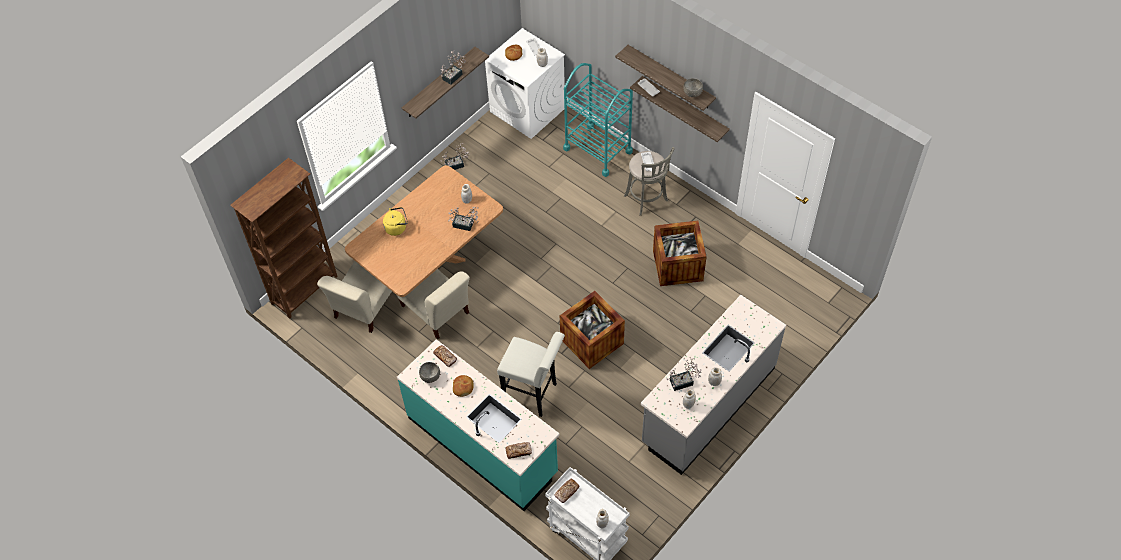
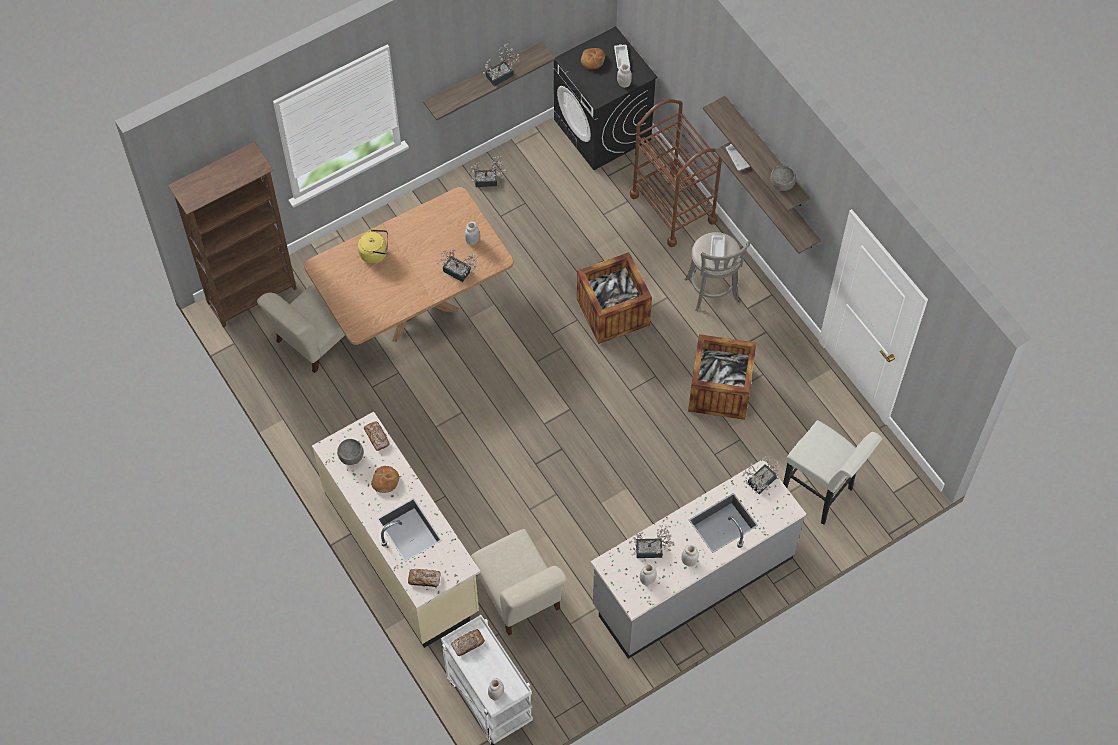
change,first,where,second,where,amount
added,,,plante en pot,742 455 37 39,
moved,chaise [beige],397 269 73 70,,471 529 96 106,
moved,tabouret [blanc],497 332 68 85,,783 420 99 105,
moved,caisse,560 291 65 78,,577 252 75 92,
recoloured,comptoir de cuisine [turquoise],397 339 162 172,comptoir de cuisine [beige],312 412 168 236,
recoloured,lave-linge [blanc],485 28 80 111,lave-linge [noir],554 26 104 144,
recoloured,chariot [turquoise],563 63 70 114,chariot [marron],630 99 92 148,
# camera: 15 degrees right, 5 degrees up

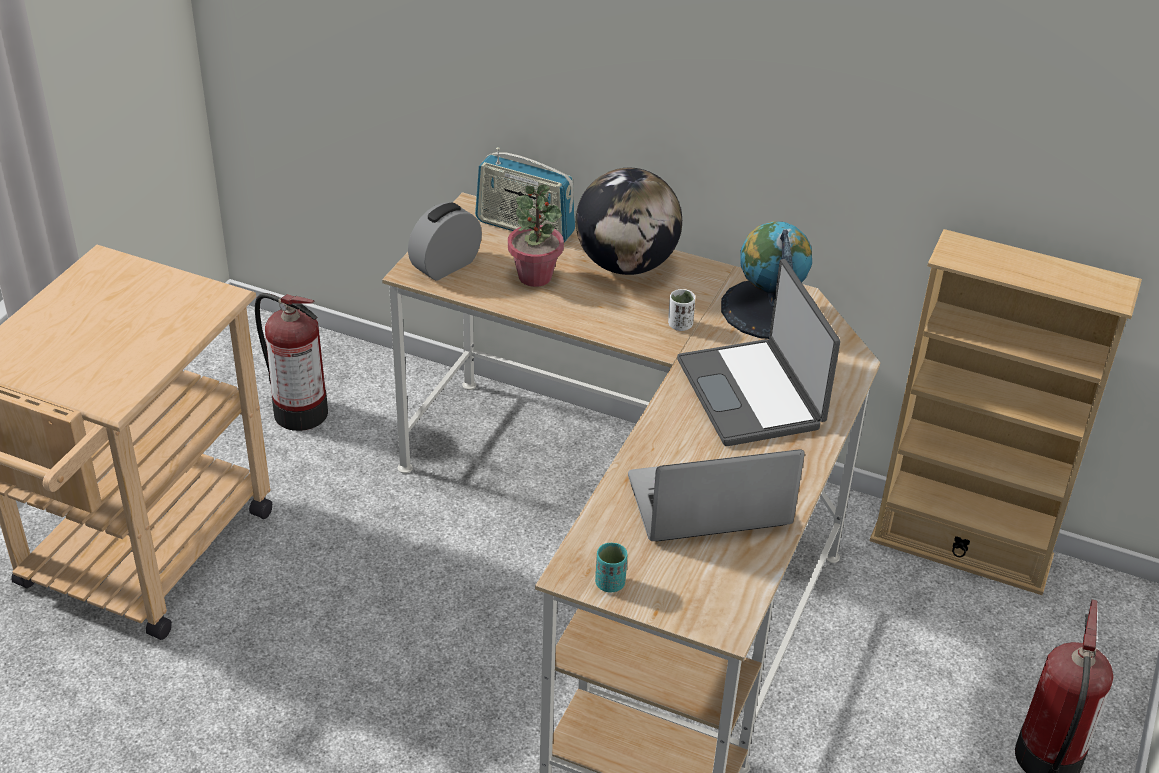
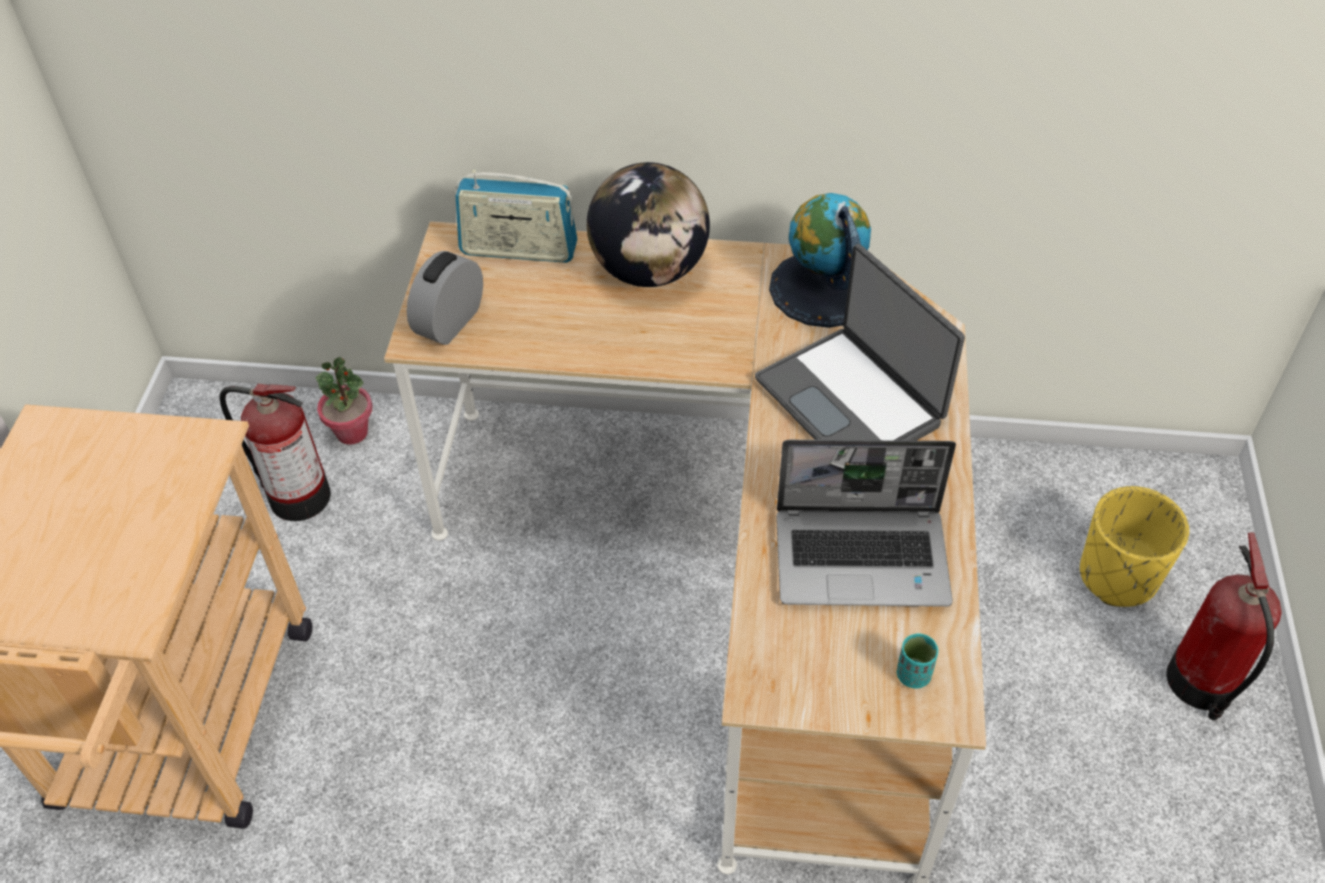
change,first,where,second,where,amount
removed,tasse [blanc],668 289 27 42,,,
removed,bibliothèque [beige],870 229 272 366,,,
added,,,cache-pot [jaune],1080 486 109 121,
moved,plante en pot,508 184 56 103,,316 357 57 88,
moved,tasse [turquoise],595 543 32 50,,897 633 41 56,
turned,ordinateur portable,628 449 177 92,,776 440 180 167,150 degrees counterclockwise
# camera: 15 degrees left, 10 degrees up

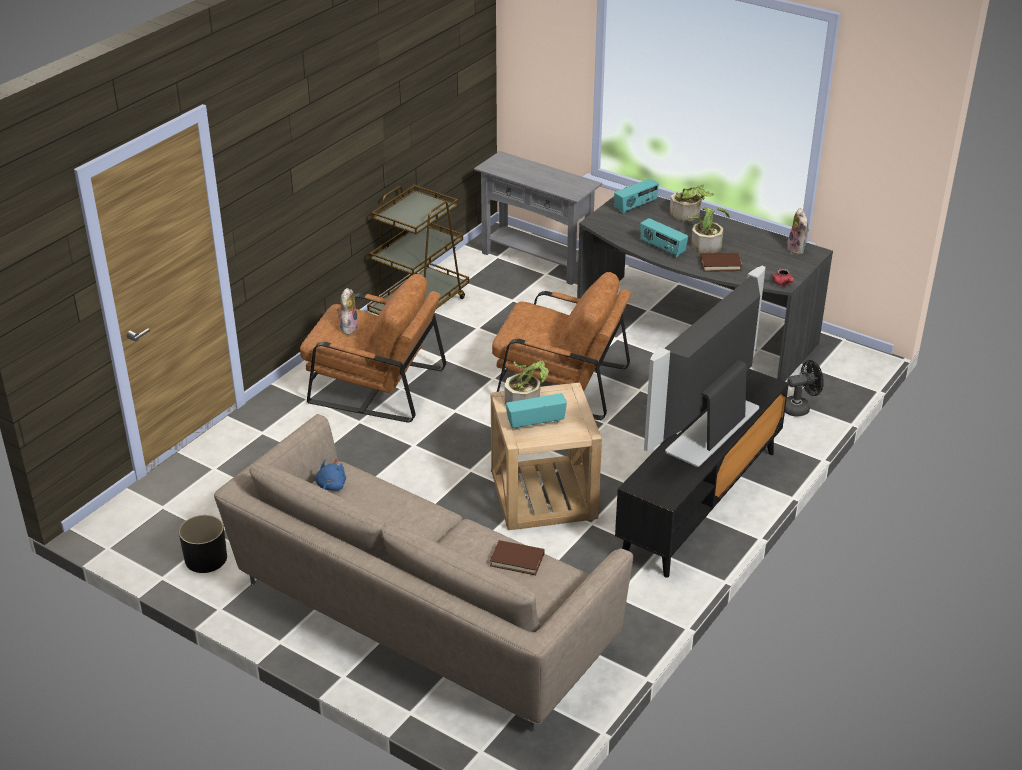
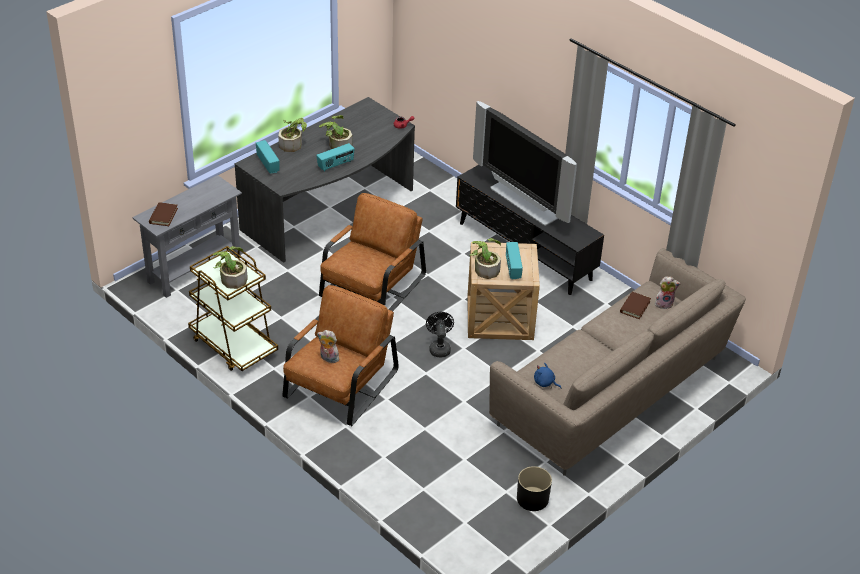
change,first,where,second,where,amount
added,,,plante en pot,213 246 35 43,
moved,livre [marron],700 253 42 19,,149 202 29 24,
moved,ventilateur [noir],785 360 39 57,,426 312 28 45,
moved,peluche,787 208 23 47,,655 276 26 33,
# camera: 80 degrees left, 5 degrees up

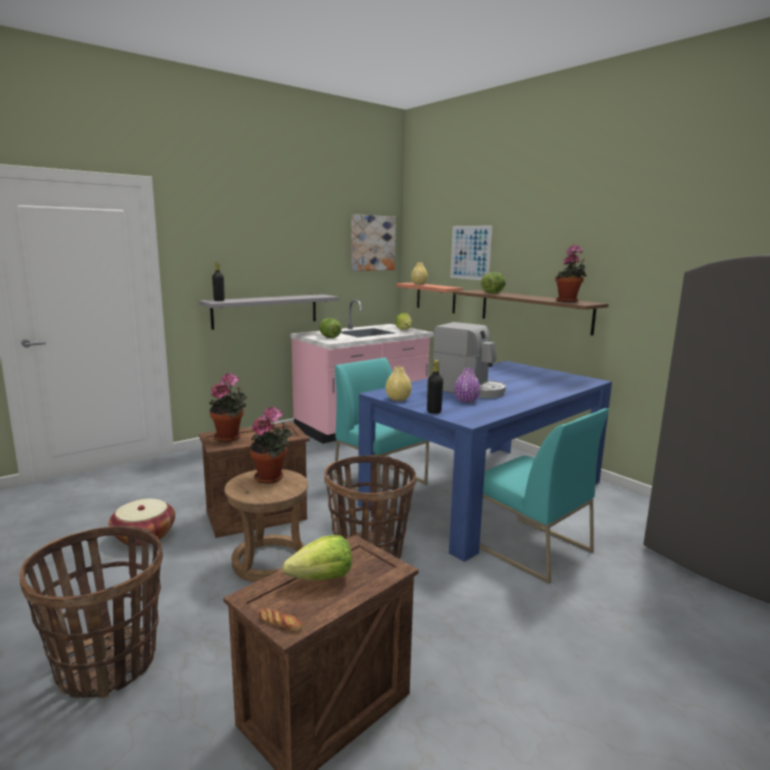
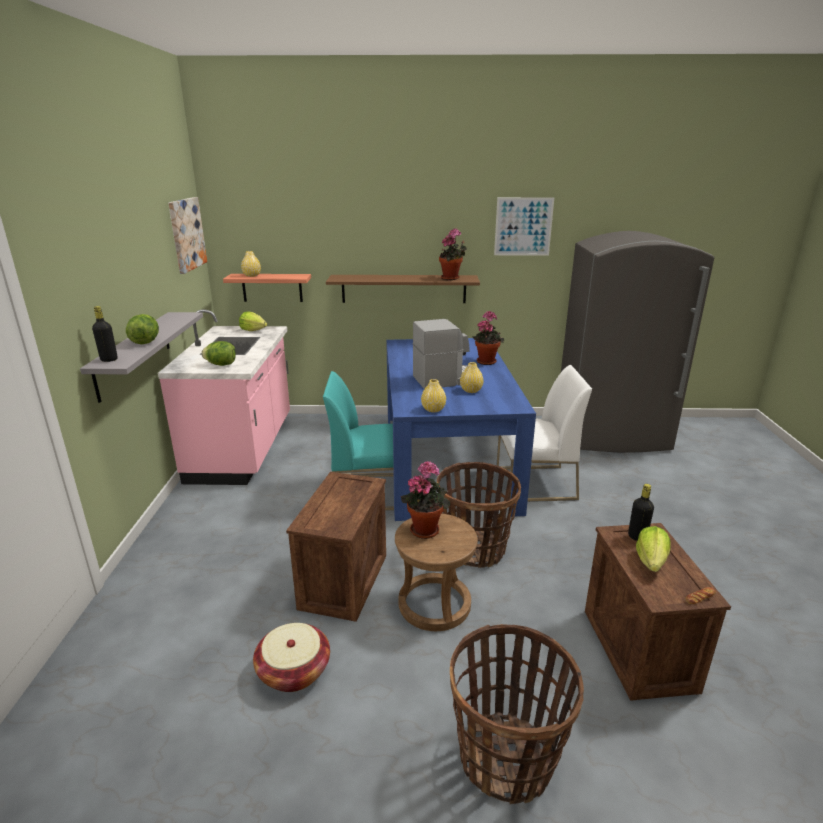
change,first,where,second,where,amount
moved,plante en pot,209 373 38 69,,472 311 32 54,
moved,bouteille [noir],427 360 16 54,,628 484 26 57,
moved,tableau,450 226 42 54,,494 197 60 59,
moved,laitue,481 272 25 22,,126 314 33 30,
recoloured,vase [violet],454 368 27 35,vase [jaune],460 362 23 31,
recoloured,chaise [turquoise],479 408 130 176,chaise [blanc],497 365 95 137,
# camera: 50 degrees left, 10 degrees up

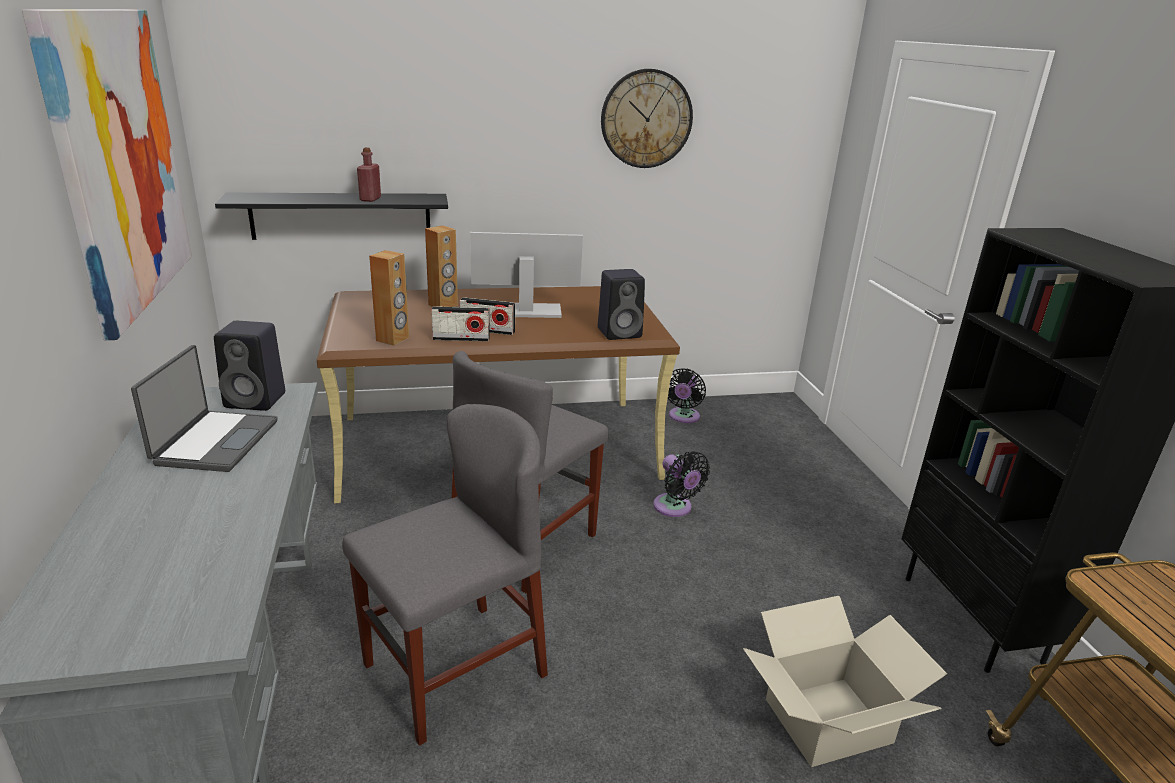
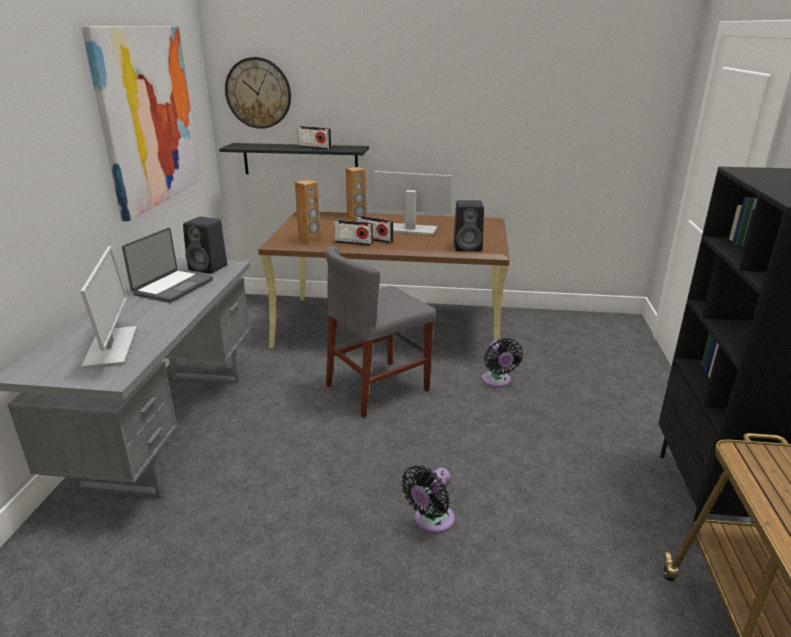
change,first,where,second,where,amount
removed,chaise [gris],342 404 206 342,,,
removed,carton,743 596 204 171,,,
added,,,écran d'ordinateur,80 246 57 123,
moved,horloge murale,601 69 92 99,,225 57 66 72,
moved,ventilateur [noir],668 368 38 55,,401 466 54 68,
replaced,bouteille [rouge],357 147 24 55,radio,297 126 35 24,
# camera: 20 degrees right, 0 degrees up

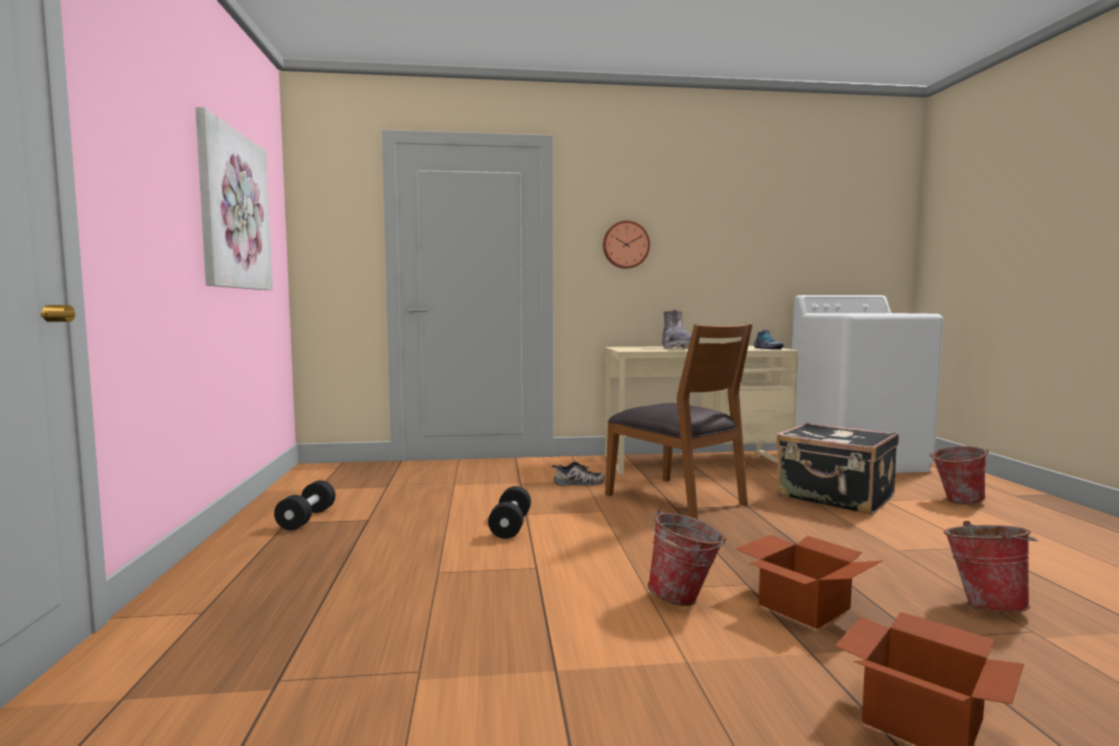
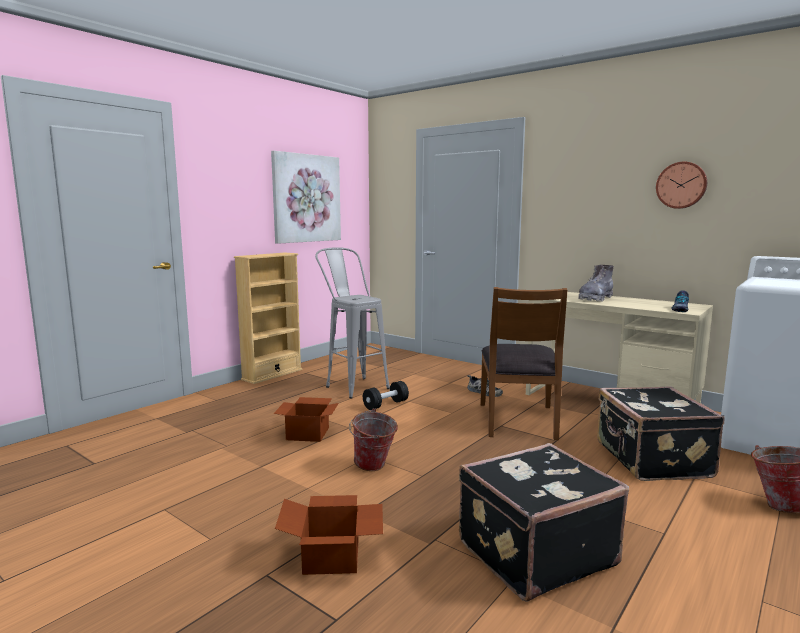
change,first,where,second,where,amount
removed,haltère [noir],274 480 62 50,,,
added,,,bibliothèque [beige],234 253 68 131,
added,,,tabouret [gris],315 247 75 151,
moved,horloge murale,603 221 47 48,,656 162 51 47,
moved,carton,735 535 148 94,,273 397 66 45,
replaced,seau,944 521 94 92,valise [noir],459 443 170 159,
# camera: 45 degrees right, 5 degrees up

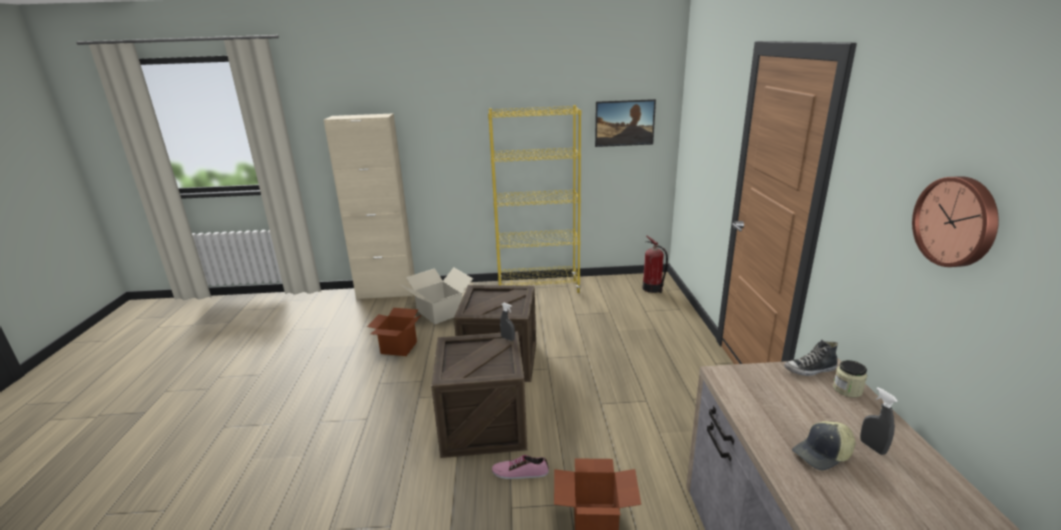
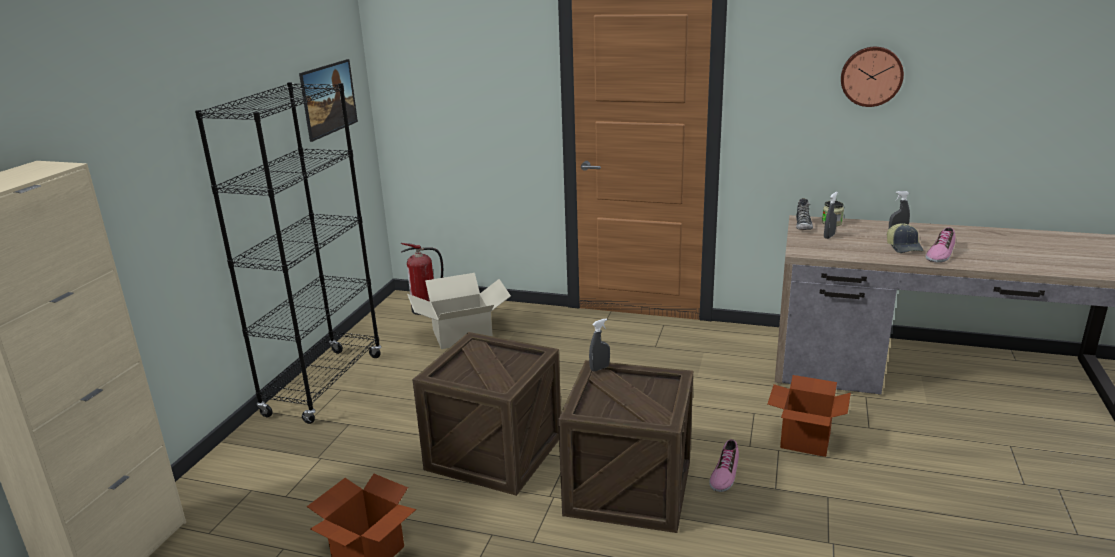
change,first,where,second,where,amount
added,,,vaporisateur [gris],824 192 14 47,
added,,,chaussure,926 227 29 36,
moved,carton,400 267 73 57,,407 273 104 76,
recoloured,bibliothèque [jaune],488 105 93 188,bibliothèque [noir],195 82 186 342,
# camera: 70 degrees left, 0 degrees up

